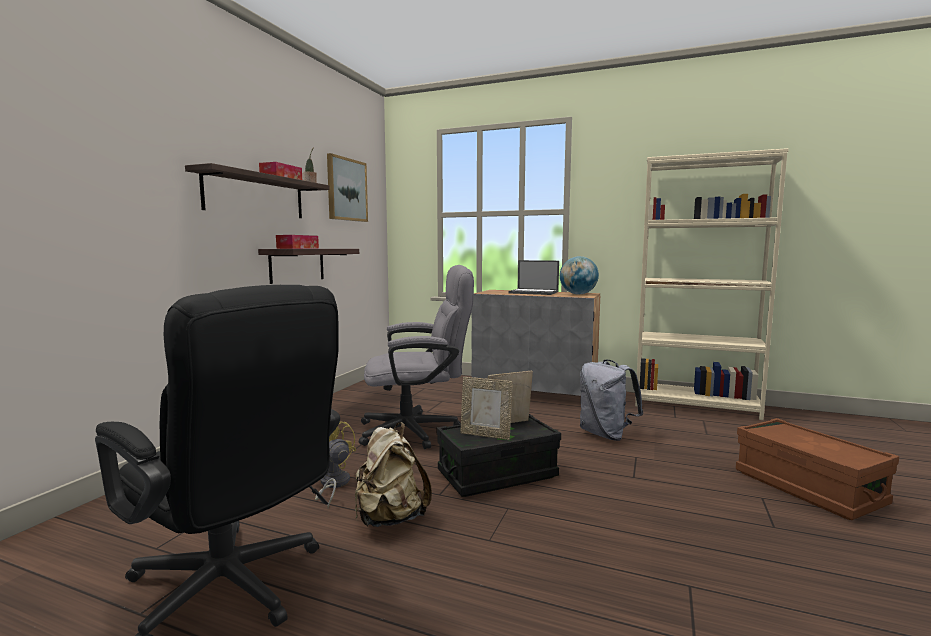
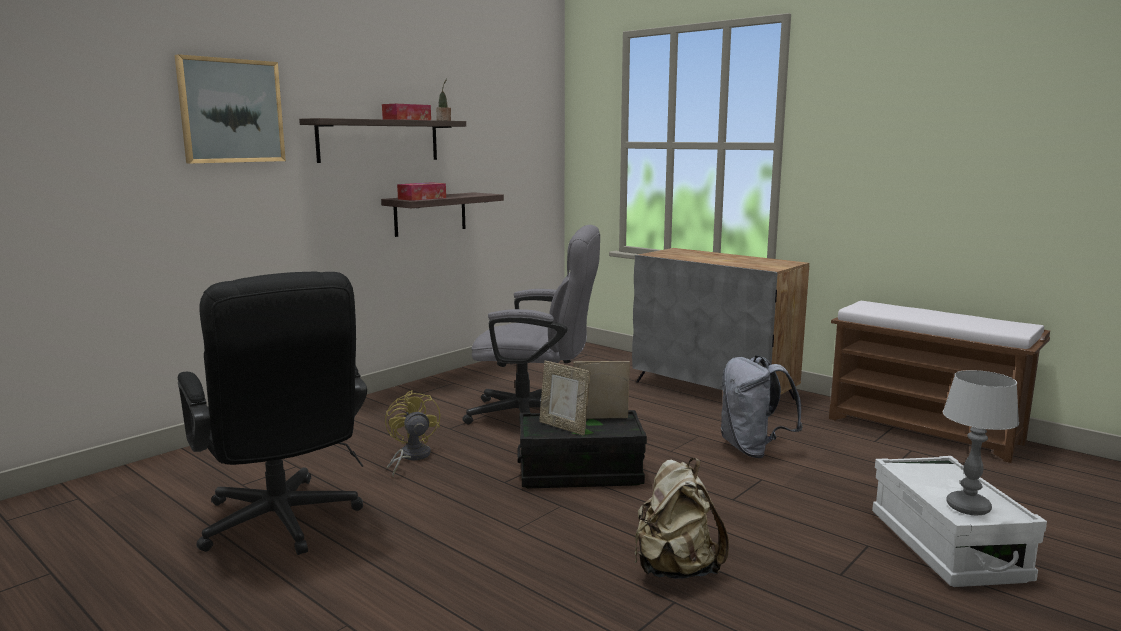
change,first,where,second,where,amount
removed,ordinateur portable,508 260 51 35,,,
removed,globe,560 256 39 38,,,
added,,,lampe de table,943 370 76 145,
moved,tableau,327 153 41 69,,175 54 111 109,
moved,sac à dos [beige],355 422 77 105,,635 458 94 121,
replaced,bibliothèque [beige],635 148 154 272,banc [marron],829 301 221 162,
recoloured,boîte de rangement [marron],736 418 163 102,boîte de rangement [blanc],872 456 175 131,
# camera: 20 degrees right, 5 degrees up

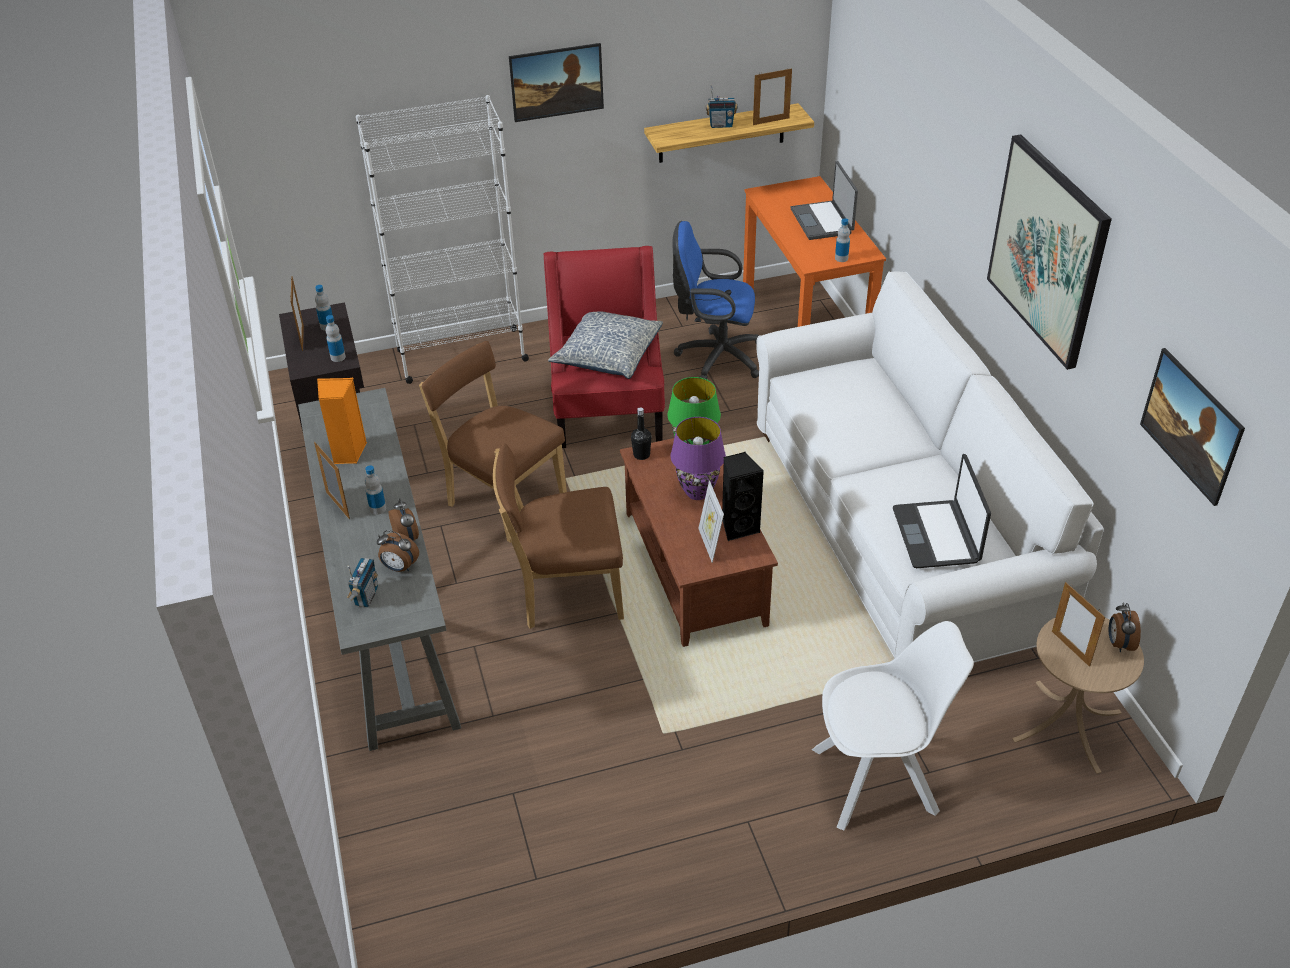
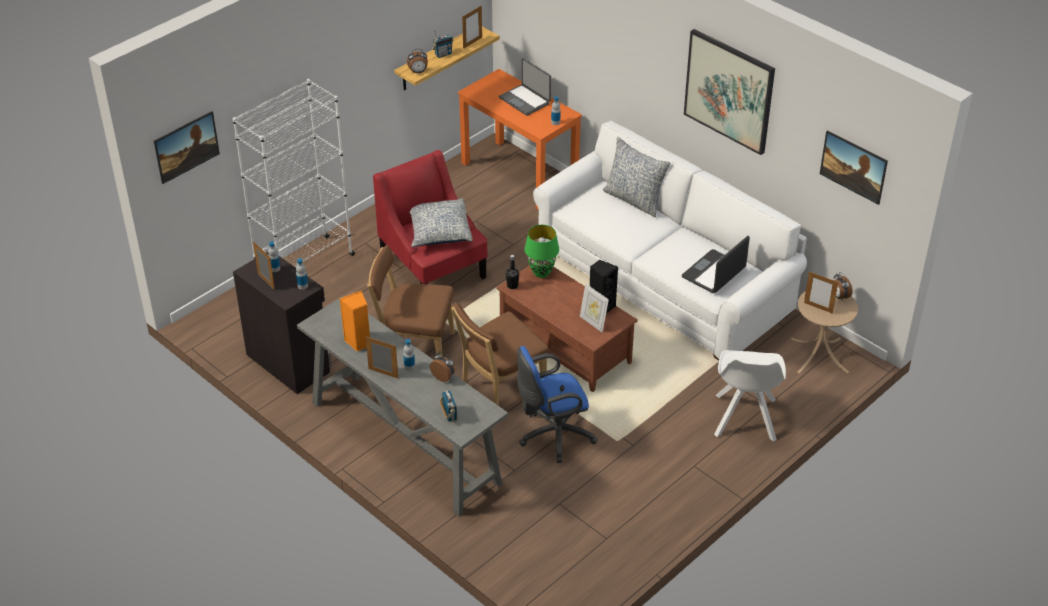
change,first,where,second,where,amount
removed,lampe de table [violet],670 417 56 83,,,
added,,,coussin,603 137 68 80,
moved,réveil,377 530 42 42,,407 49 21 24,
moved,tableau,509 43 95 79,,154 111 66 73,
moved,chaise de bureau [bleu],673 221 86 158,,517 346 81 117,
turned,chaise [blanc],812 621 162 210,,714 350 72 92,135 degrees clockwise
turned,ordinateur portable,893 454 98 114,,682 236 68 57,75 degrees clockwise
# camera: 30 degrees left, 0 degrees up

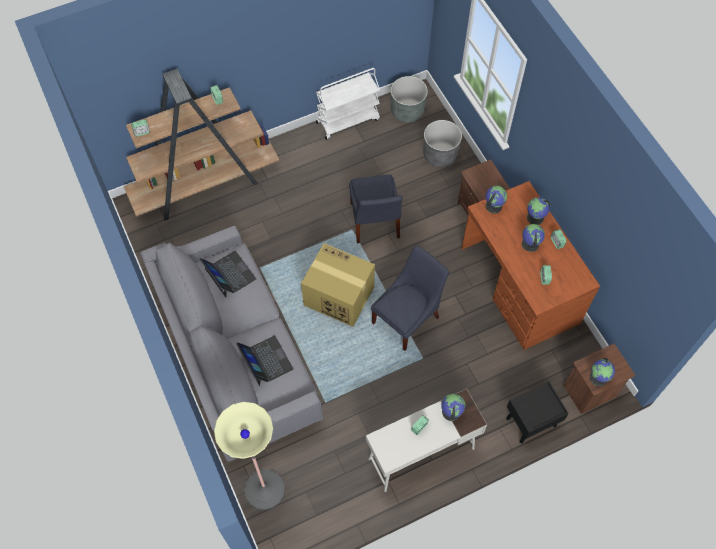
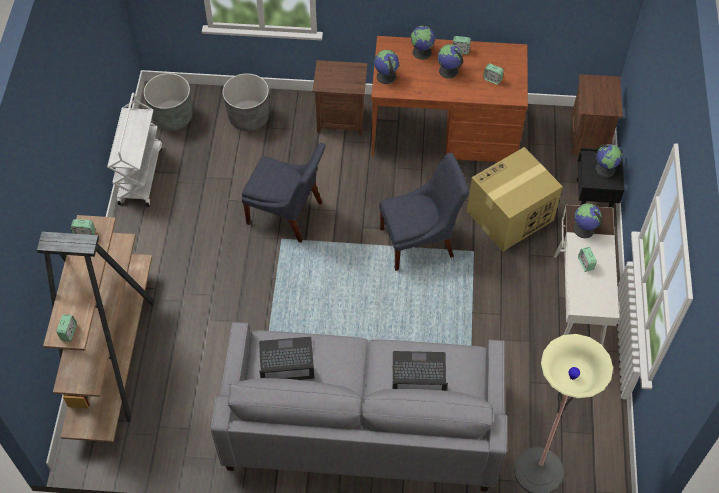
change,first,where,second,where,amount
moved,carton,301 243 74 84,,467 147 96 104,
moved,globe,590 358 25 28,,596 144 26 33,
turned,chaise [bleu],371 245 78 106,,379 153 90 118,90 degrees clockwise
# camera: 60 degrees left, 5 degrees down

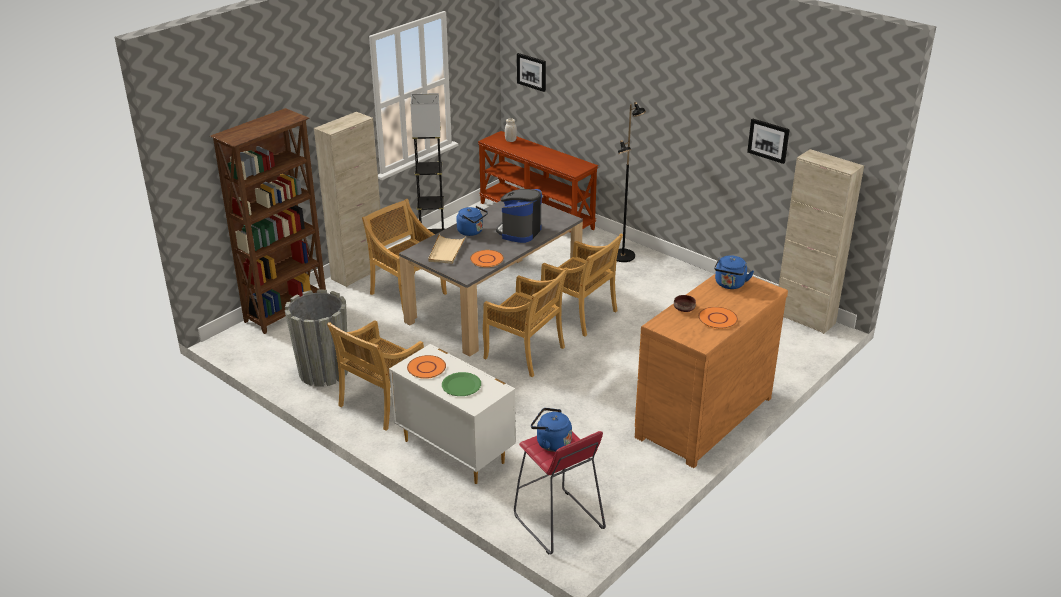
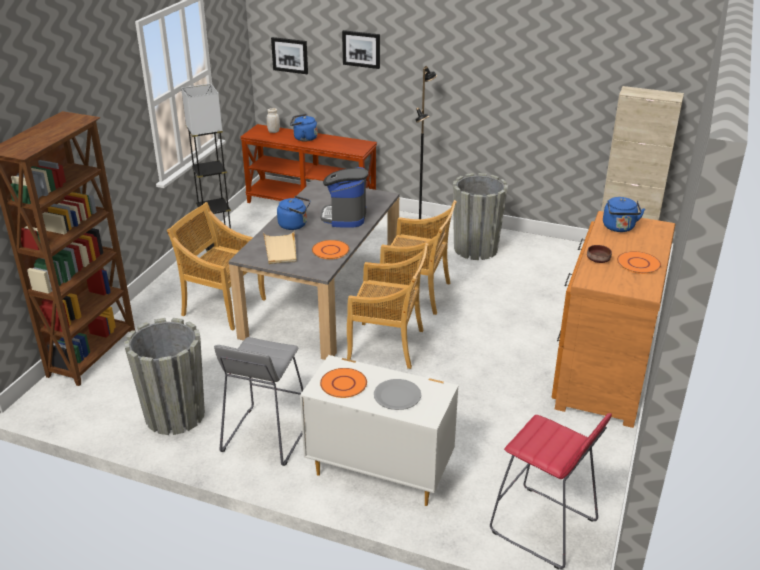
change,first,where,second,where,amount
removed,meuble de rangement [beige],314 112 67 175,,,
added,,,cache-pot [gris],453 173 55 87,
moved,bouilloire [bleu],531 408 41 44,,290 114 28 28,
moved,tableau,747 118 43 46,,342 30 38 39,
replaced,chaise [beige],327 320 97 111,tabouret [gris],214 337 89 129,
recoloured,assiette [vert],442 372 39 24,assiette [gris],374 379 47 31,
# camera: 20 degrees left, 0 degrees up

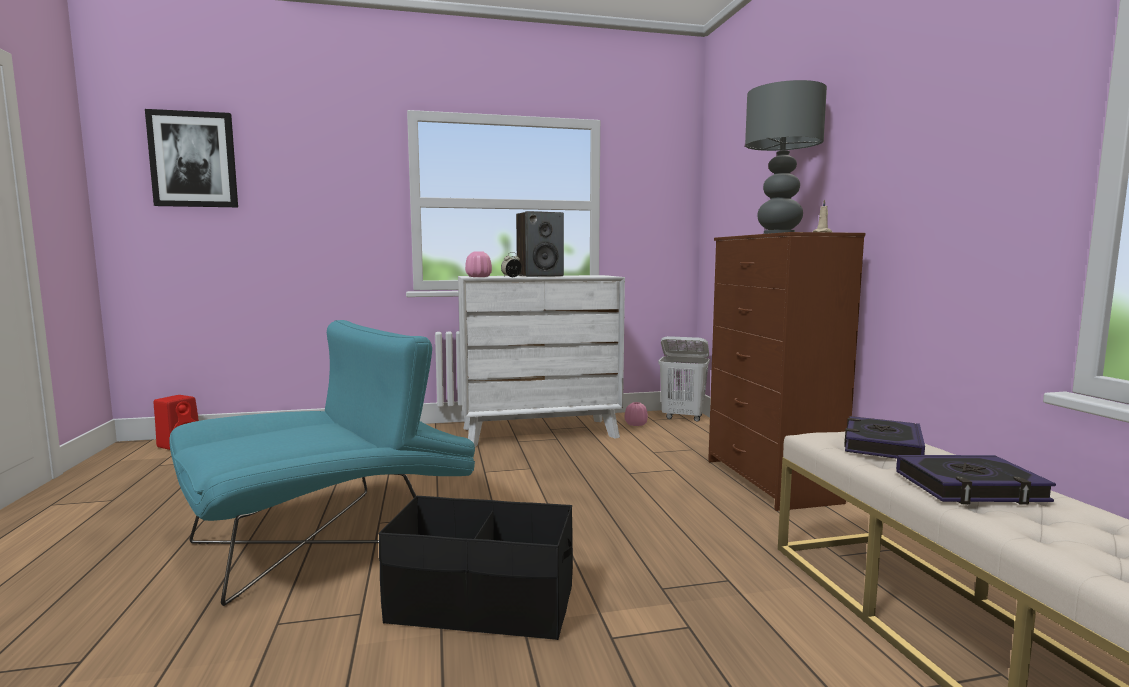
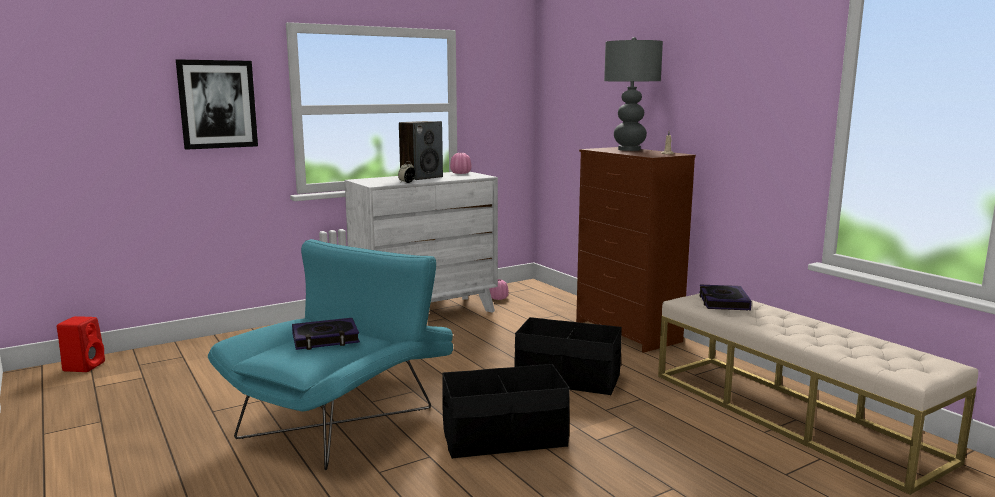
change,first,where,second,where,amount
removed,panier à linge [blanc],658 336 52 86,,,
added,,,boîte de rangement [noir],514 317 108 78,
moved,tableau,145 109 93 98,,176 59 82 91,
moved,vase [rose],465 251 27 26,,450 153 21 21,
moved,livre,896 455 160 50,,292 318 68 32,
# camera: 20 degrees left, 5 degrees up

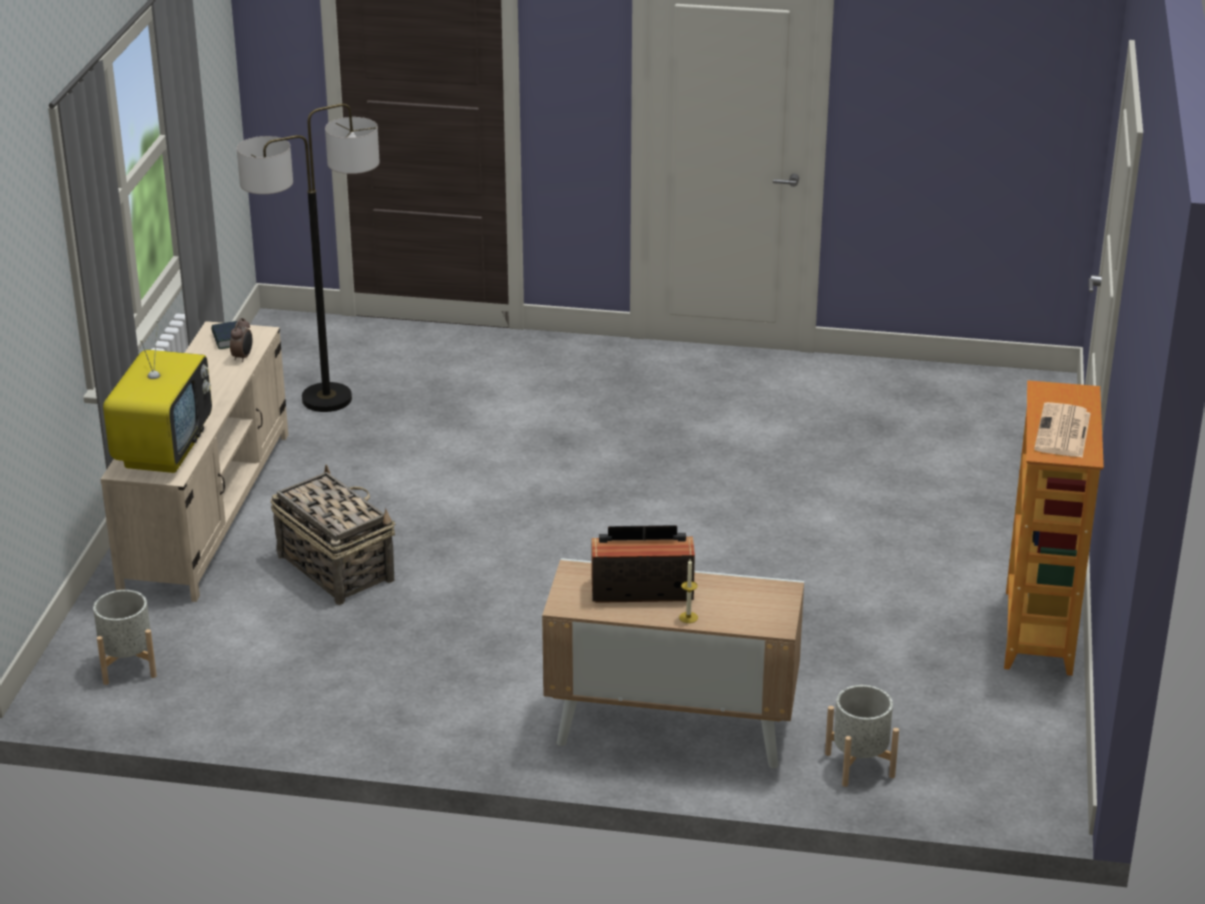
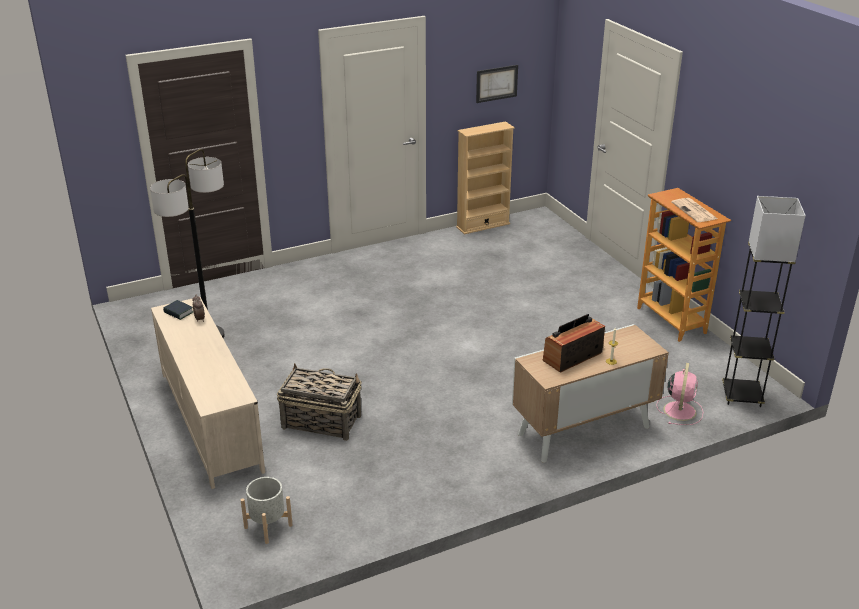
change,first,where,second,where,amount
removed,téléviseur,103 320 109 153,,,
added,,,bibliothèque [beige],456 121 59 113,
added,,,tableau,476 65 42 38,
added,,,lampadaire [gris],722 196 84 211,
replaced,cache-pot [gris],825 685 74 102,ventilateur [rose],656 363 47 62,
# camera: 35 degrees left, 0 degrees up

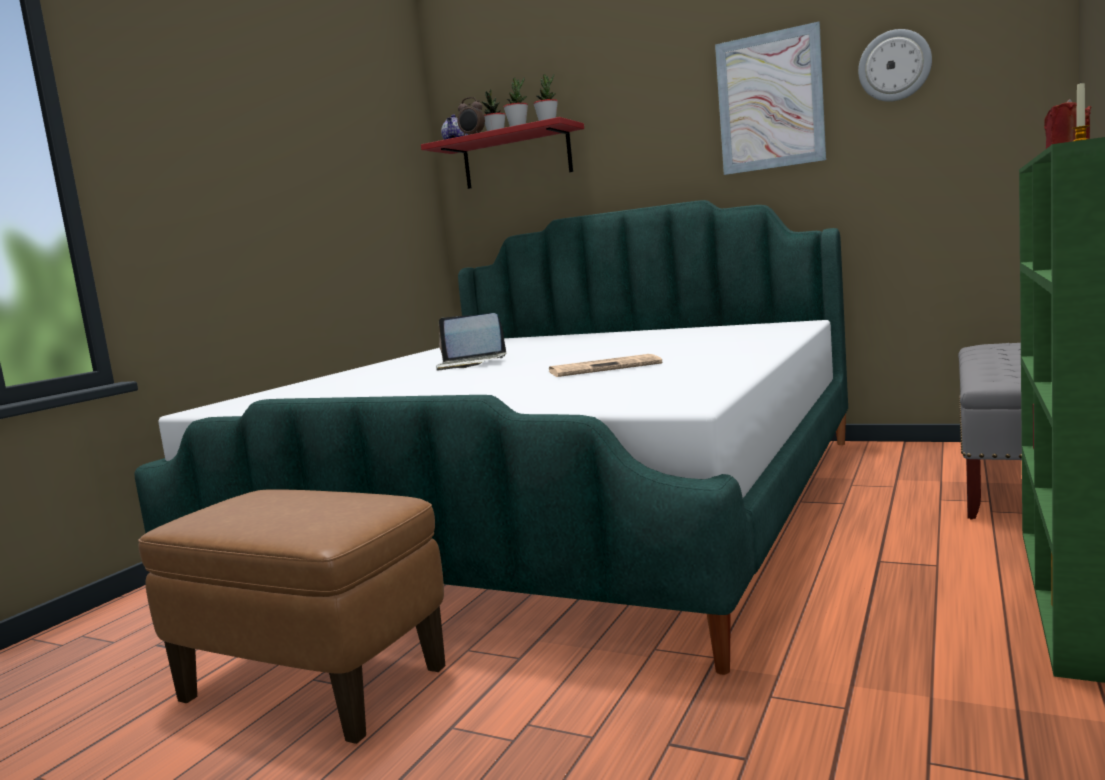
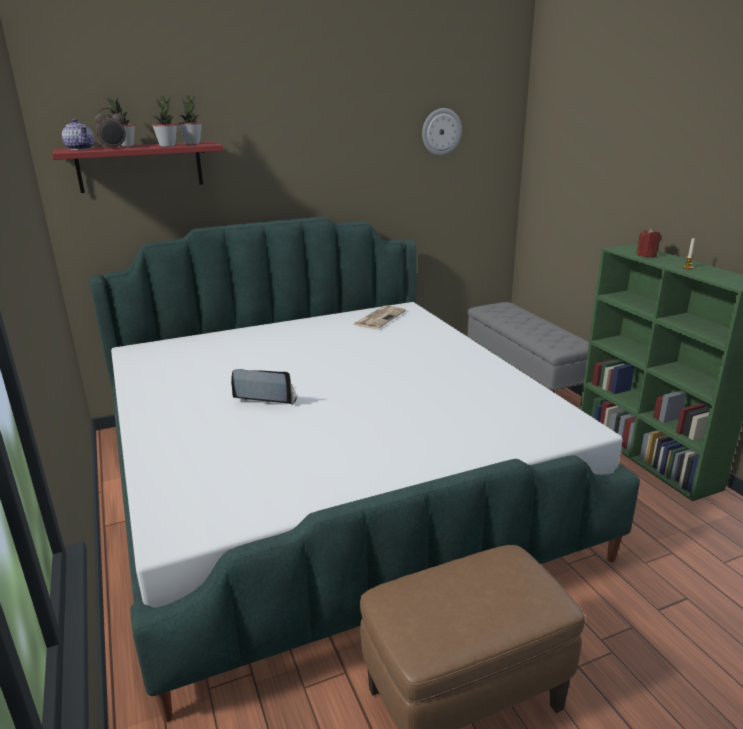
change,first,where,second,where,amount
removed,tableau,715 21 111 154,,,
moved,journal,548 354 114 23,,353 305 53 24,
turned,ordinateur portable,436 313 70 58,,231 369 66 36,135 degrees counterclockwise
# camera: 50 degrees left, 15 degrees up

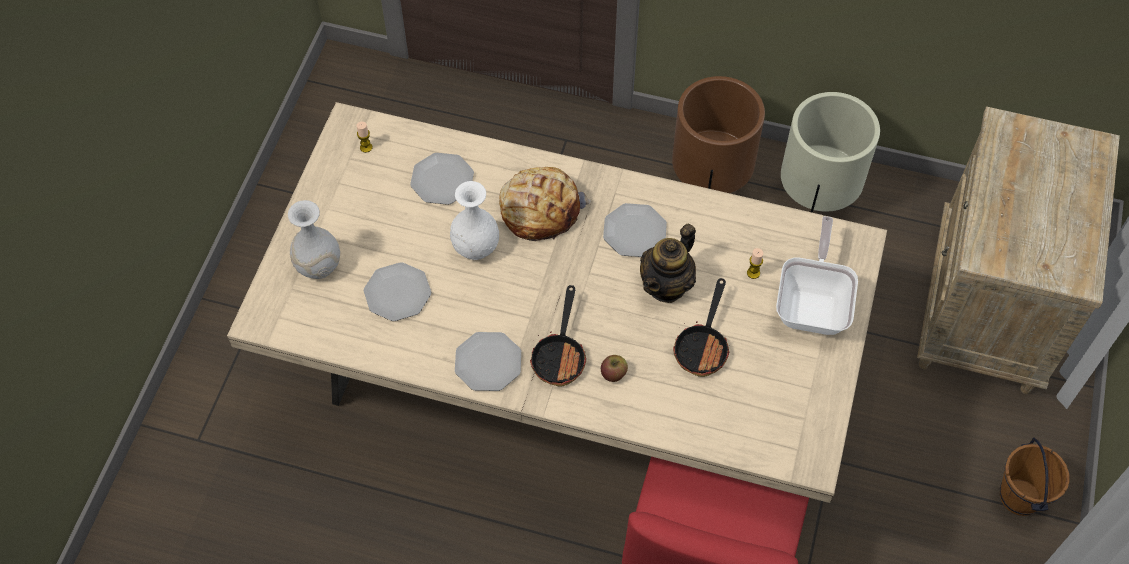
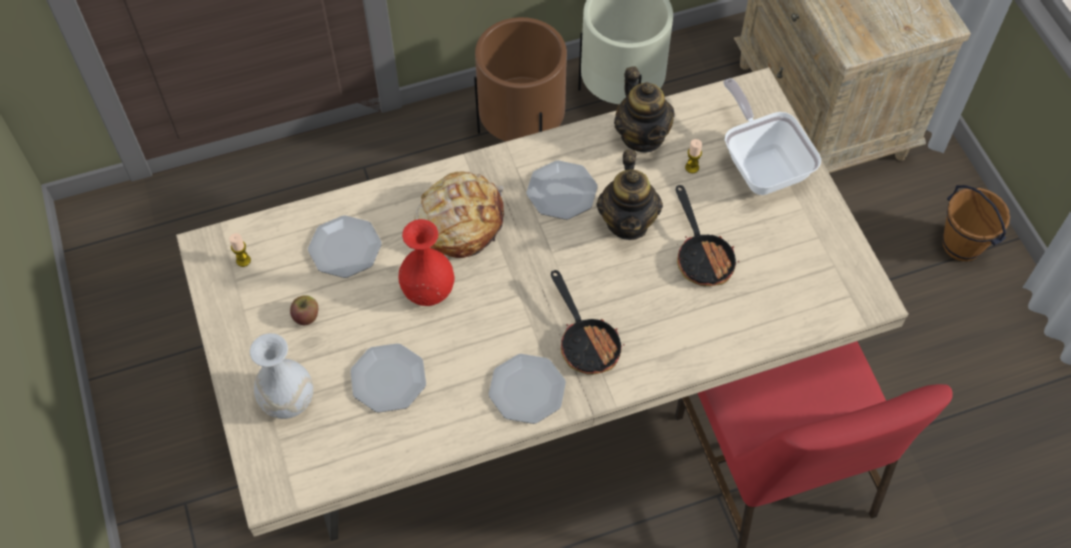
change,first,where,second,where,amount
added,,,théière,614 67 61 86,
moved,pomme,601 355 27 27,,290 295 28 30,
recoloured,vase [blanc],450 181 49 79,vase [rouge],398 219 57 87,
# camera: 35 degrees left, 0 degrees up

